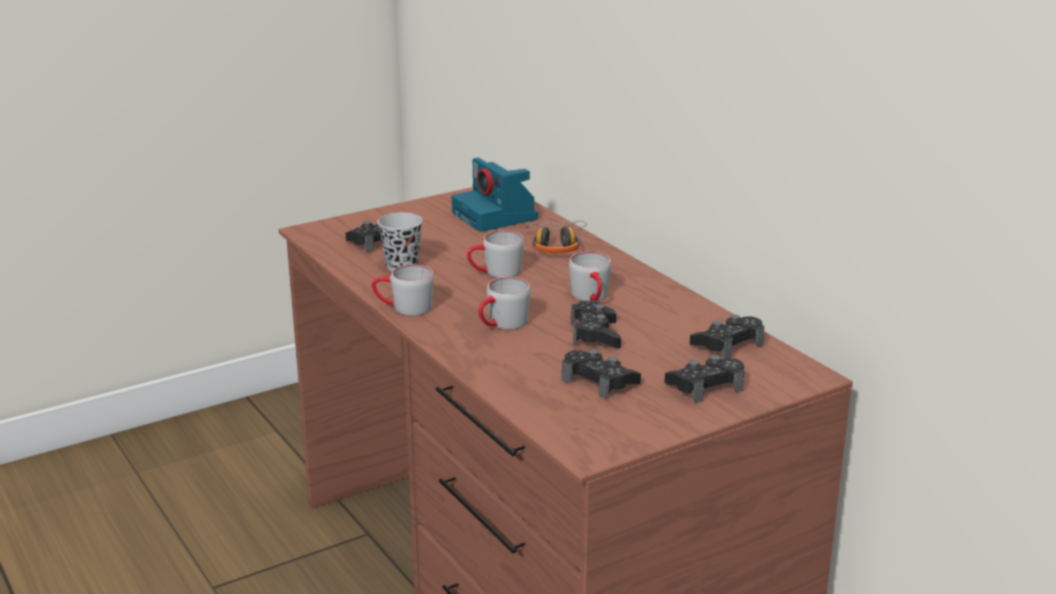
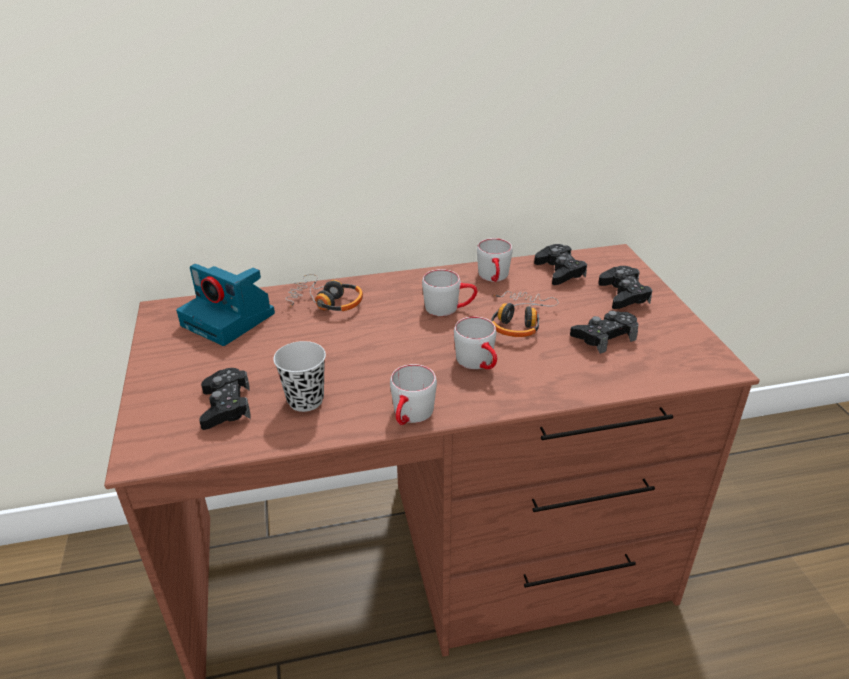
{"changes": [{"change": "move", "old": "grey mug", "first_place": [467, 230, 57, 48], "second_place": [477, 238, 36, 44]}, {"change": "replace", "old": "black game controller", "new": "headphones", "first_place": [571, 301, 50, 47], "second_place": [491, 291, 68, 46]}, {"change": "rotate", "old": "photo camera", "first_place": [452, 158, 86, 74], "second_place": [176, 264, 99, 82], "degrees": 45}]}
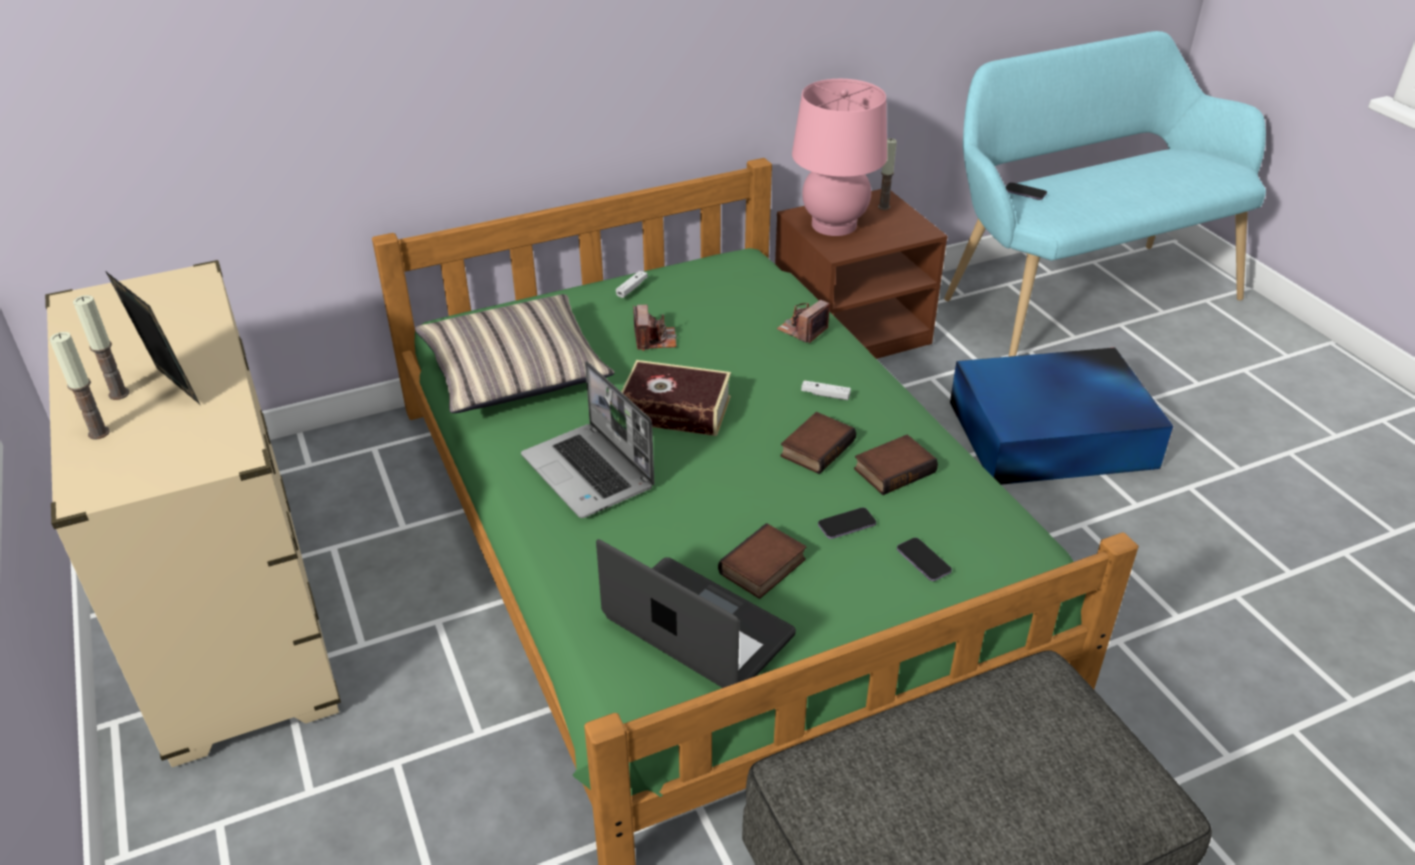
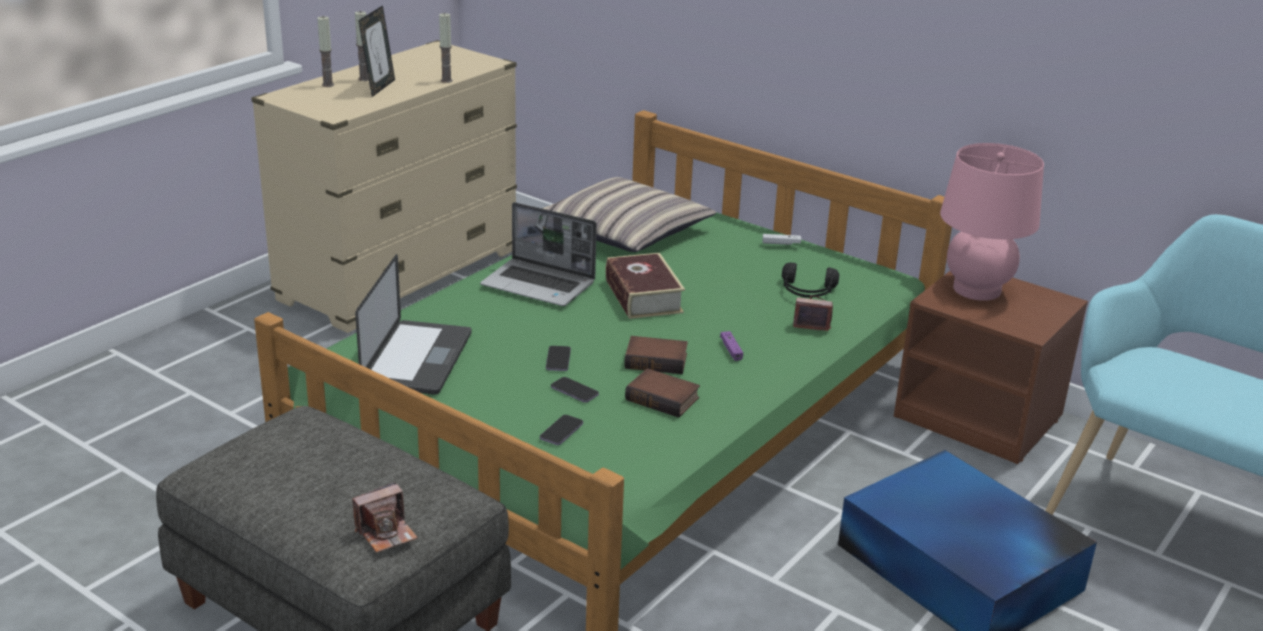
{"changes": [{"change": "delete", "old": "book", "first_place": [718, 523, 88, 76]}, {"change": "insert", "new": "black headphones", "second_place": [782, 263, 57, 35]}, {"change": "move", "old": "photo camera", "first_place": [633, 305, 44, 46], "second_place": [352, 482, 66, 71]}, {"change": "move", "old": "candle", "first_place": [878, 138, 19, 72], "second_place": [439, 13, 14, 70]}, {"change": "move", "old": "phone", "first_place": [1006, 182, 41, 18], "second_place": [546, 346, 25, 25]}, {"change": "recolor", "old": "white game controller", "new": "purple game controller", "first_place": [801, 380, 50, 20], "second_place": [720, 331, 23, 30]}, {"change": "rotate", "old": "laptop", "first_place": [521, 361, 134, 157], "second_place": [480, 202, 117, 104], "degrees": -90}]}
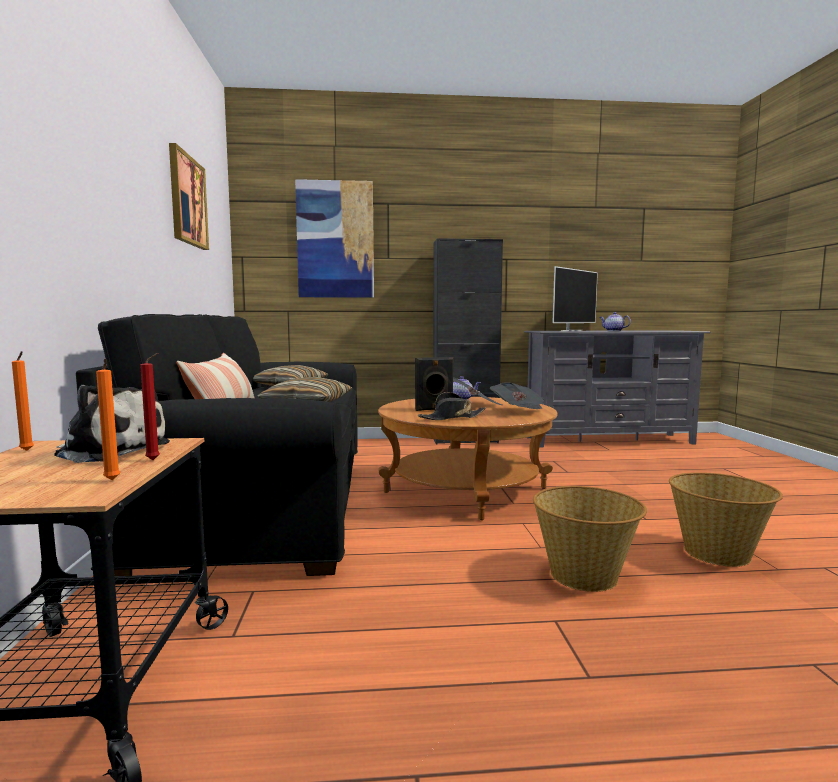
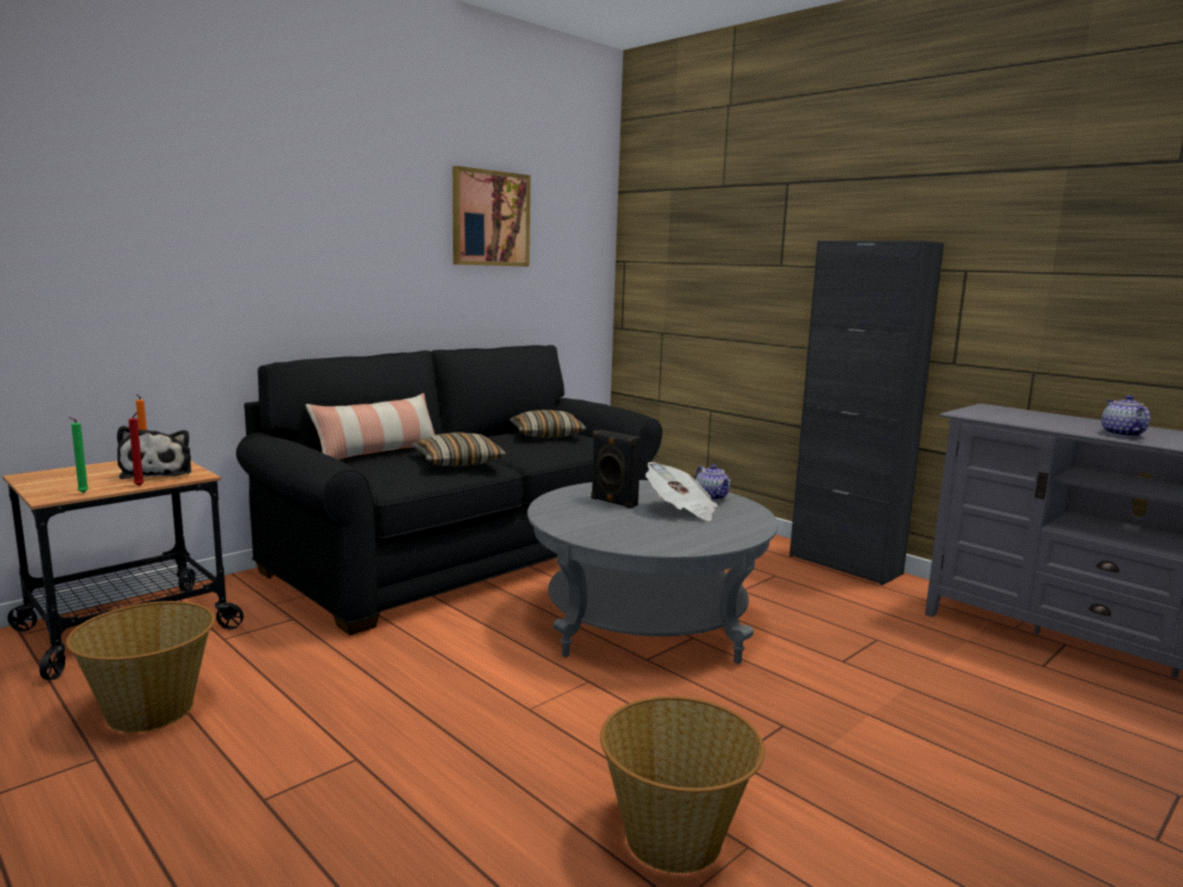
{"changes": [{"change": "delete", "old": "picture", "first_place": [295, 179, 79, 119]}, {"change": "delete", "old": "black hat", "first_place": [418, 392, 68, 28]}, {"change": "delete", "old": "newspaper", "first_place": [490, 383, 54, 26]}, {"change": "delete", "old": "television", "first_place": [552, 266, 46, 65]}, {"change": "move", "old": "basket", "first_place": [533, 486, 114, 106], "second_place": [66, 601, 149, 132]}, {"change": "recolor", "old": "orange candle", "new": "green candle", "first_place": [96, 359, 25, 121], "second_place": [68, 417, 21, 76]}, {"change": "recolor", "old": "brown coffee table", "new": "grey coffee table", "first_place": [378, 397, 180, 123], "second_place": [527, 480, 251, 184]}]}
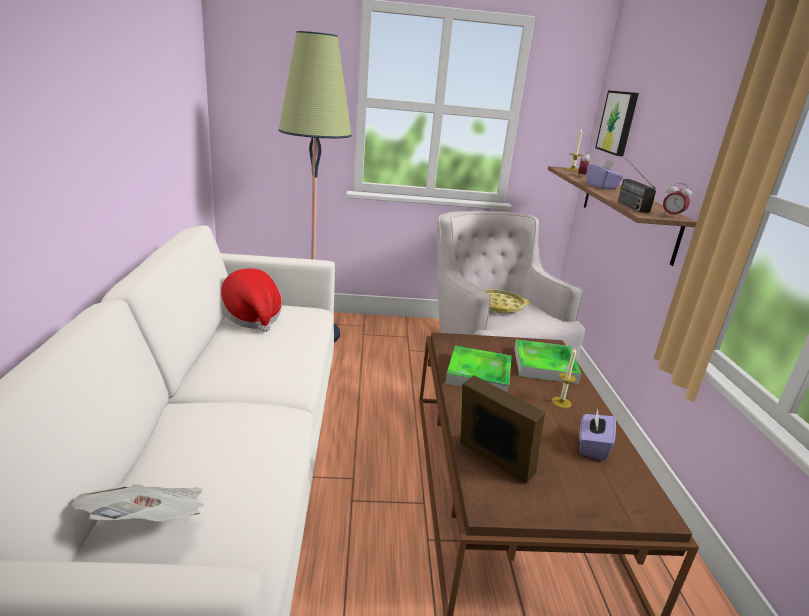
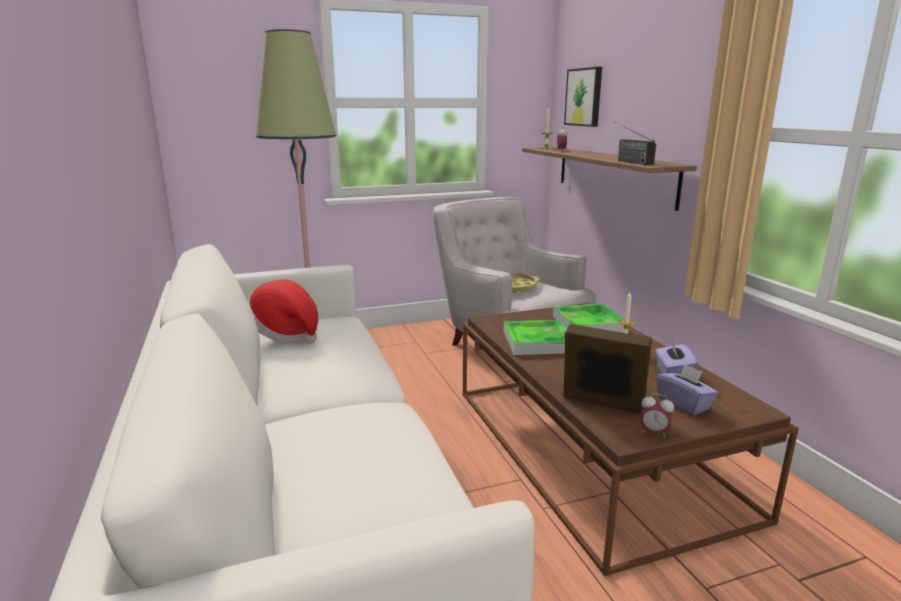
{"changes": [{"change": "delete", "old": "newspaper", "first_place": [72, 484, 132, 37]}, {"change": "move", "old": "purple tissue box", "first_place": [587, 159, 36, 30], "second_place": [657, 363, 61, 53]}, {"change": "move", "old": "alarm clock", "first_place": [662, 183, 30, 36], "second_place": [640, 393, 34, 45]}]}
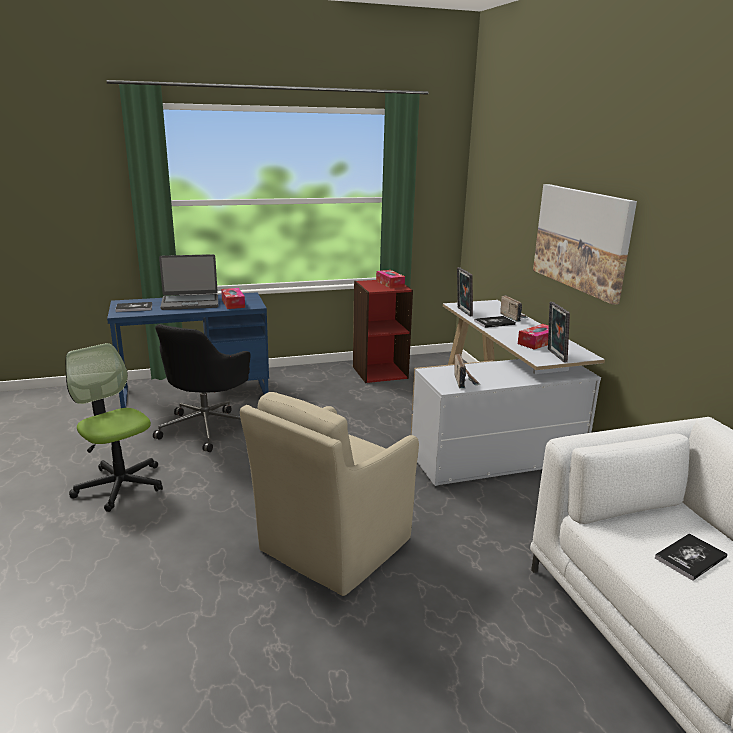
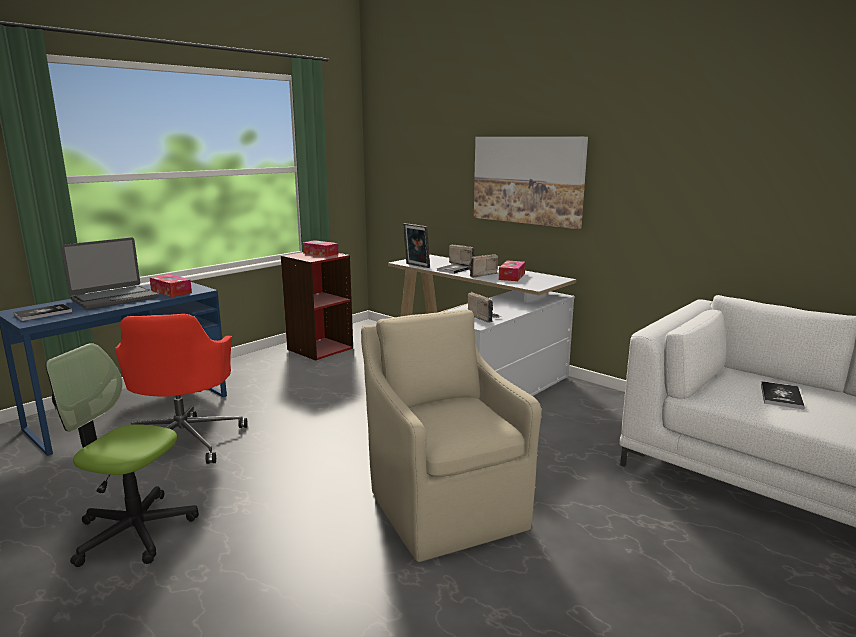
{"changes": [{"change": "delete", "old": "picture frame", "first_place": [548, 302, 22, 61]}, {"change": "insert", "new": "radio", "second_place": [469, 254, 29, 23]}, {"change": "recolor", "old": "black office chair", "new": "red office chair", "first_place": [153, 324, 97, 128], "second_place": [115, 314, 133, 150]}, {"change": "rotate", "old": "beige armchair", "first_place": [240, 392, 179, 204], "second_place": [361, 309, 180, 253], "degrees": 150}]}
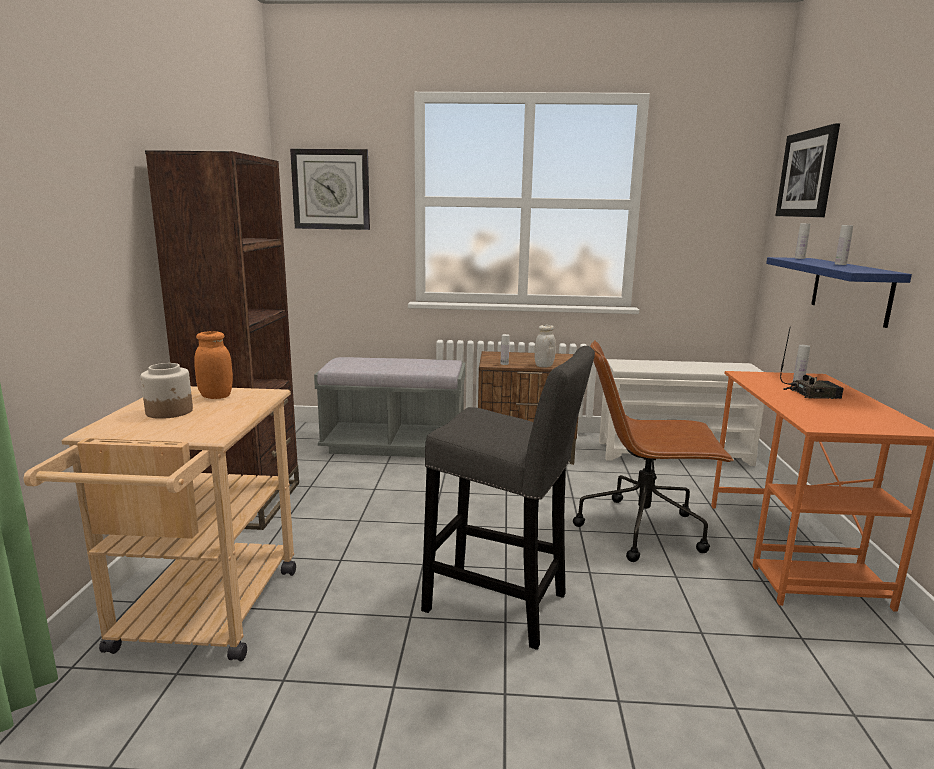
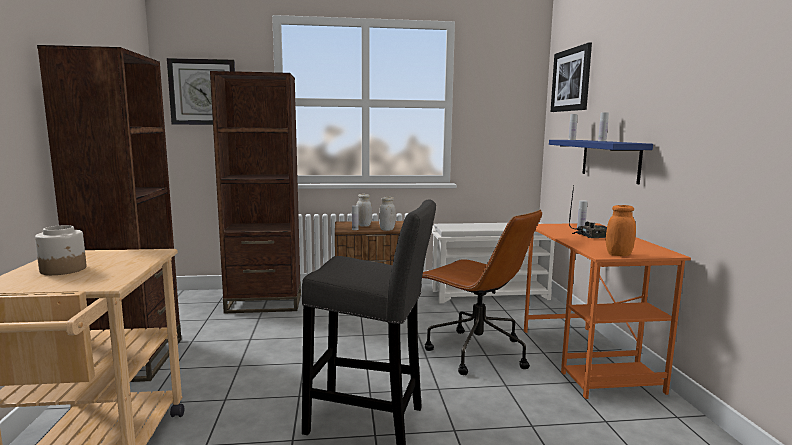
{"changes": [{"change": "insert", "new": "white jar", "second_place": [356, 194, 16, 33]}, {"change": "move", "old": "orange jar", "first_place": [194, 331, 39, 68], "second_place": [606, 205, 30, 51]}, {"change": "replace", "old": "grey bench", "new": "brown bookcase", "first_place": [314, 357, 152, 100], "second_place": [210, 71, 91, 242]}, {"change": "rotate", "old": "brown office chair", "first_place": [573, 340, 161, 222], "second_place": [422, 209, 120, 166], "degrees": -135}]}
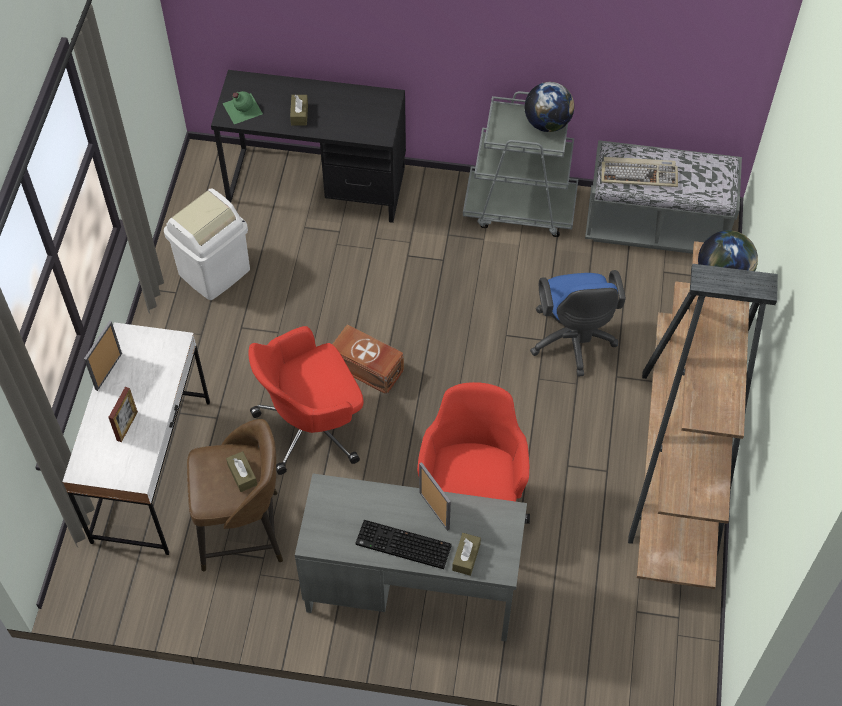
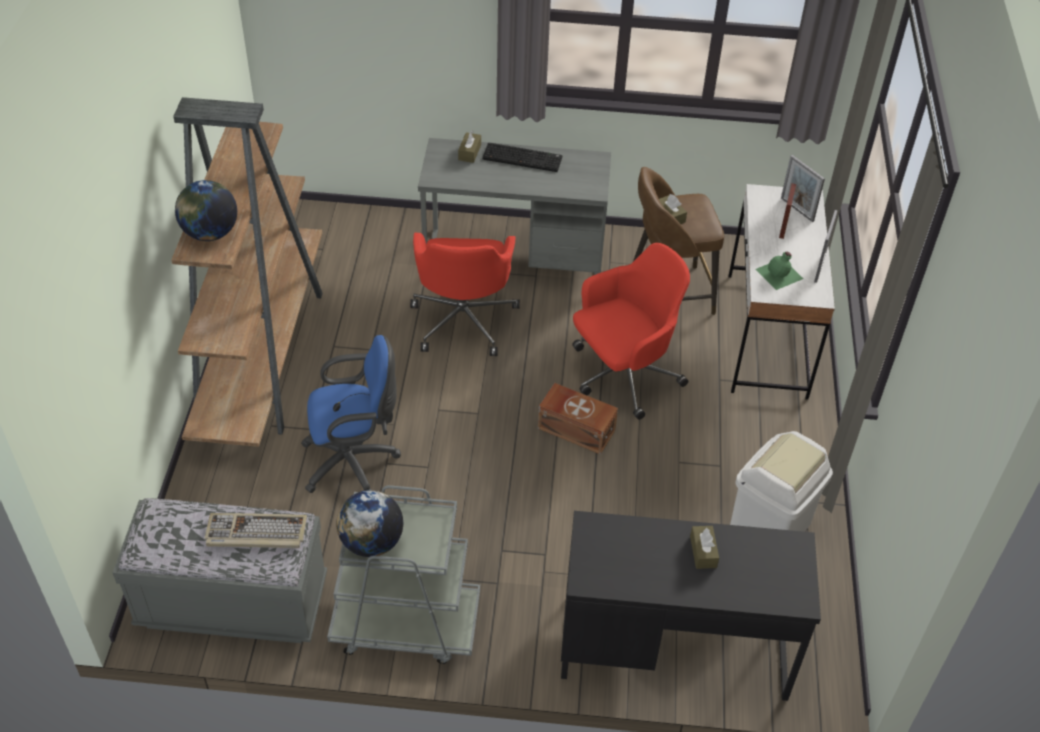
{"changes": [{"change": "move", "old": "green bottle", "first_place": [222, 91, 41, 33], "second_place": [756, 252, 47, 38]}, {"change": "move", "old": "picture frame", "first_place": [419, 462, 32, 69], "second_place": [781, 155, 44, 67]}, {"change": "rotate", "old": "blue office chair", "first_place": [530, 270, 96, 107], "second_place": [301, 335, 100, 158], "degrees": 90}]}
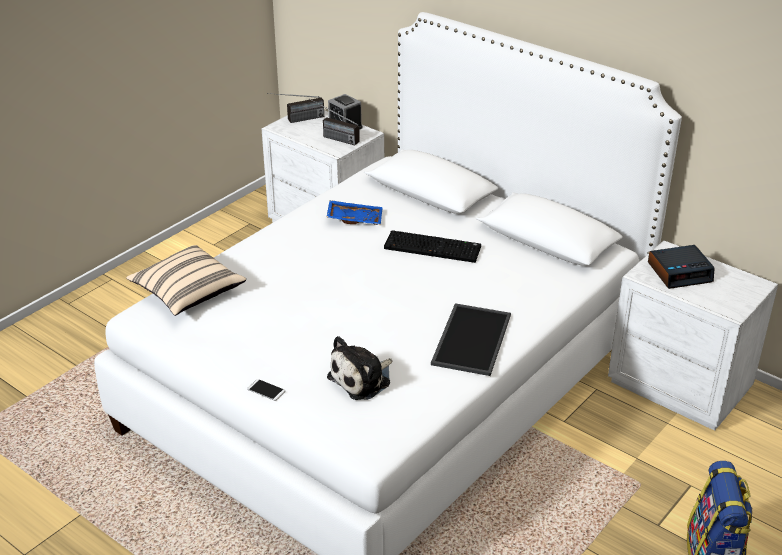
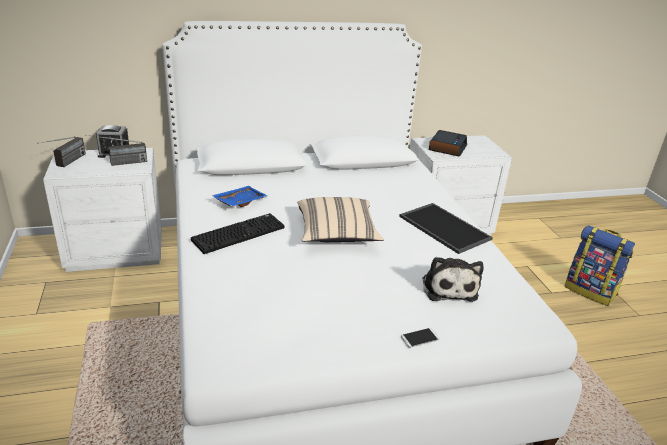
{"changes": [{"change": "move", "old": "beige pillow", "first_place": [126, 245, 120, 71], "second_place": [297, 197, 87, 45]}, {"change": "move", "old": "keyboard", "first_place": [384, 230, 97, 33], "second_place": [191, 213, 93, 41]}]}
